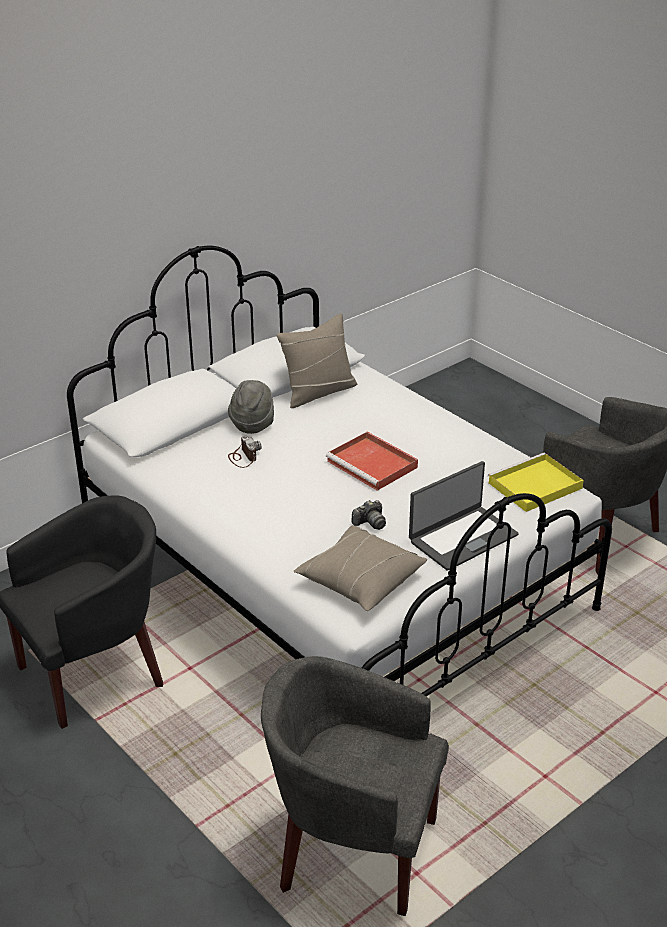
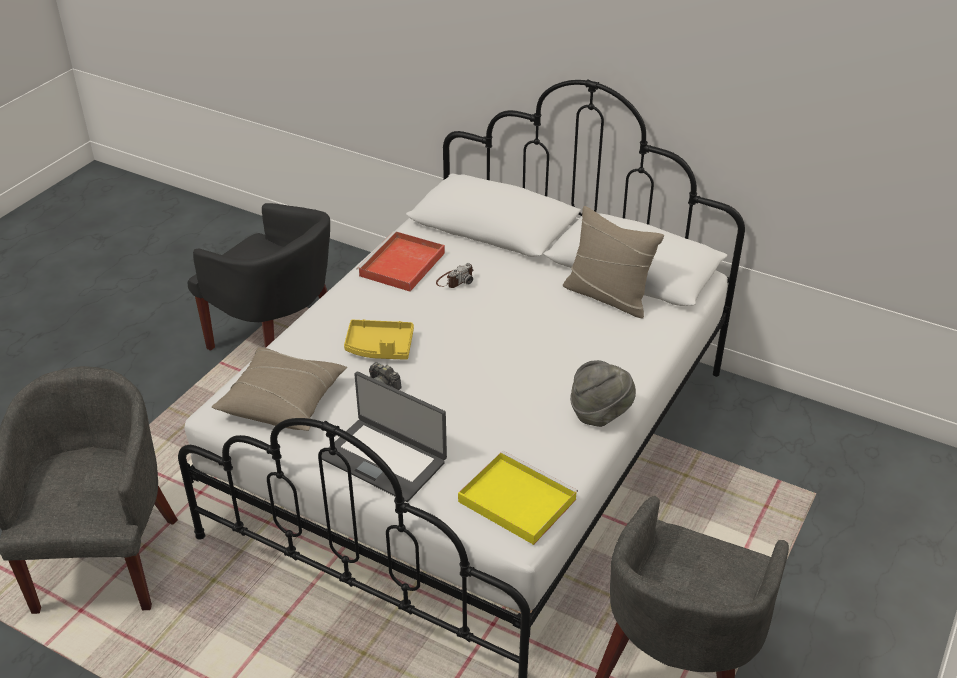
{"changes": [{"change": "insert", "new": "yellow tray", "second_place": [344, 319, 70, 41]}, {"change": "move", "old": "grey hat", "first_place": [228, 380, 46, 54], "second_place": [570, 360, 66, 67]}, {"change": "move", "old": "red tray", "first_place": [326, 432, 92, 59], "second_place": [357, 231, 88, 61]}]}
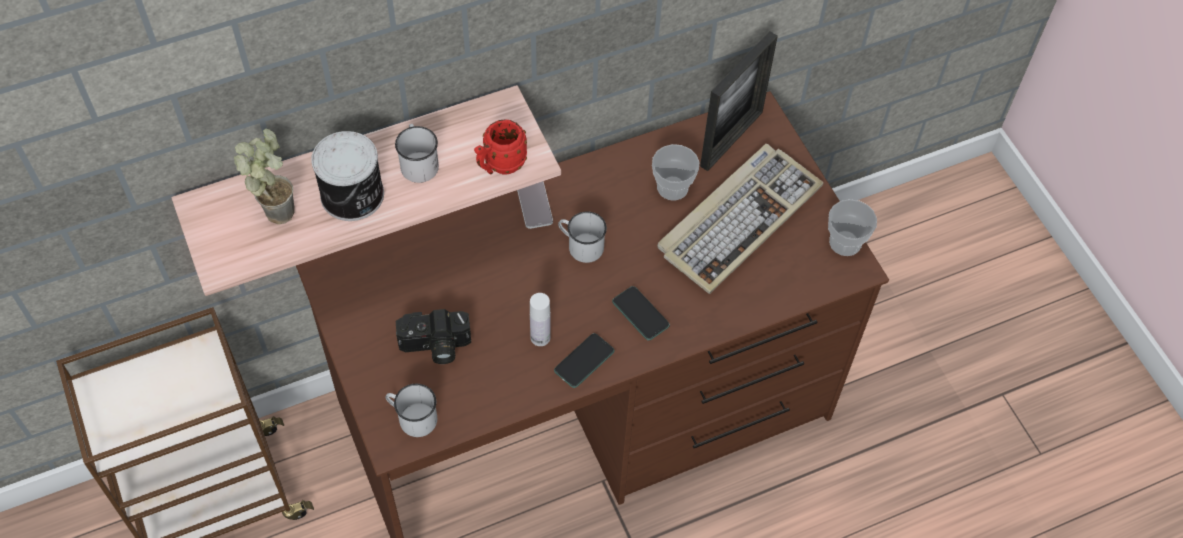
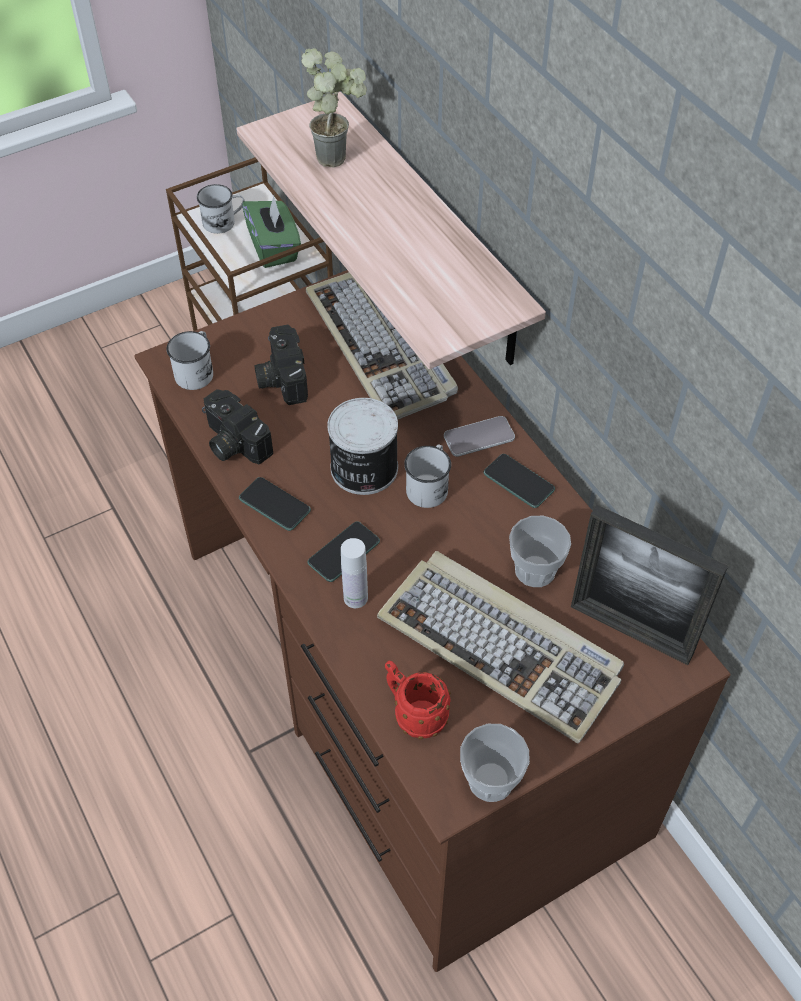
{"changes": [{"change": "insert", "new": "photo camera", "second_place": [202, 389, 71, 76]}, {"change": "insert", "new": "green tissue box", "second_place": [242, 196, 59, 72]}, {"change": "insert", "new": "keyboard", "second_place": [306, 272, 152, 147]}, {"change": "insert", "new": "phone", "second_place": [484, 454, 71, 54]}, {"change": "move", "old": "can", "first_place": [311, 131, 73, 90], "second_place": [327, 398, 71, 97]}, {"change": "move", "old": "white mug", "first_place": [395, 124, 44, 59], "second_place": [197, 184, 48, 50]}, {"change": "move", "old": "red mug", "first_place": [474, 120, 53, 54], "second_place": [385, 661, 66, 78]}, {"change": "move", "old": "white bottle", "first_place": [530, 293, 20, 53], "second_place": [341, 538, 27, 70]}]}
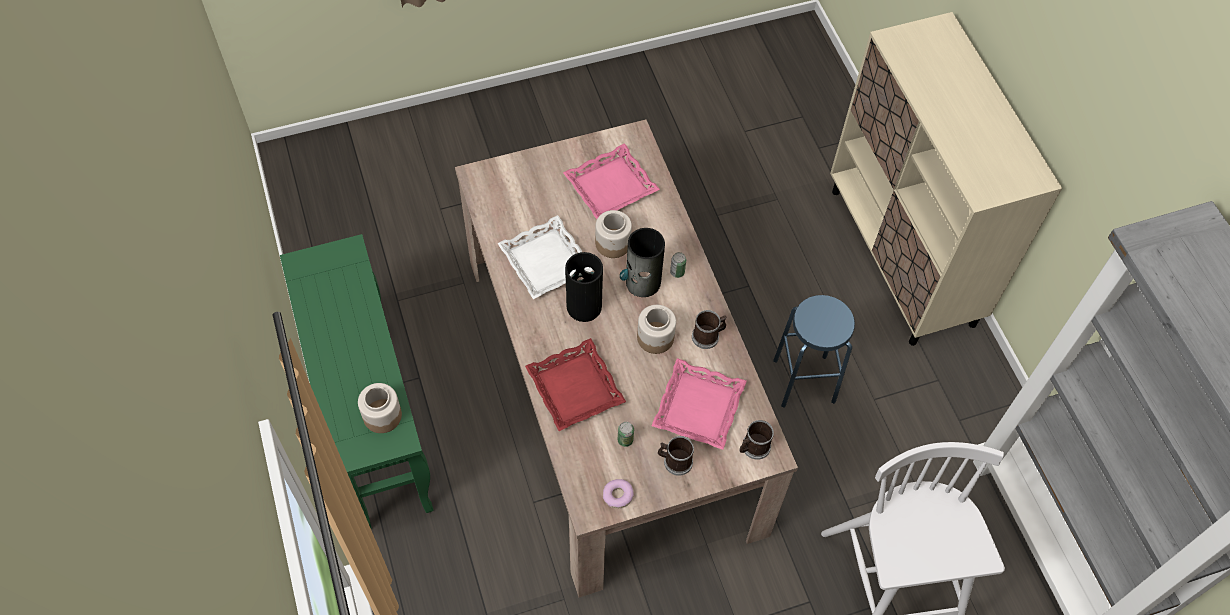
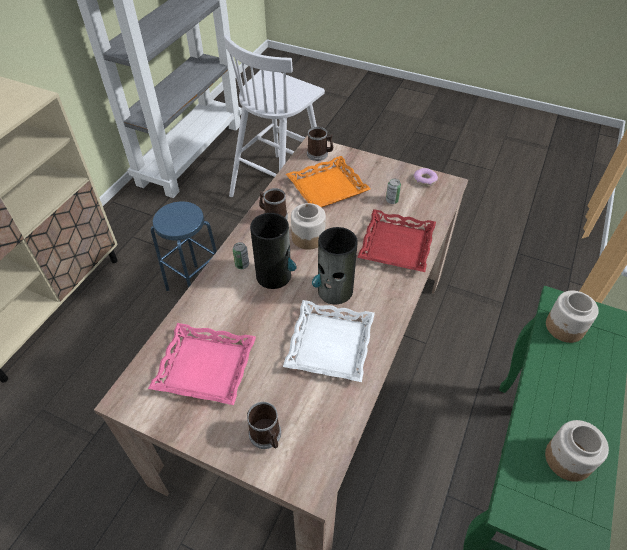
{"changes": [{"change": "move", "old": "jar", "first_place": [595, 210, 37, 48], "second_place": [545, 420, 64, 62]}, {"change": "move", "old": "mug", "first_place": [658, 436, 36, 40], "second_place": [247, 402, 34, 47]}, {"change": "recolor", "old": "pink tray", "new": "orange tray", "first_place": [652, 358, 95, 92], "second_place": [286, 156, 85, 52]}]}
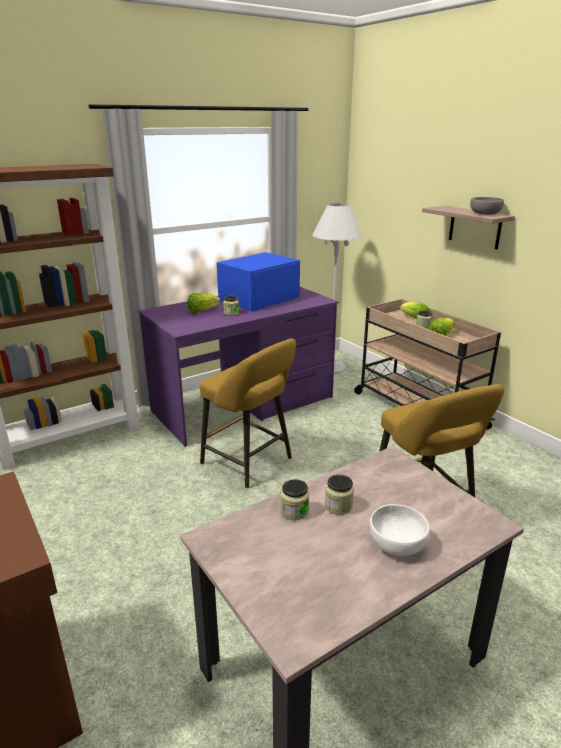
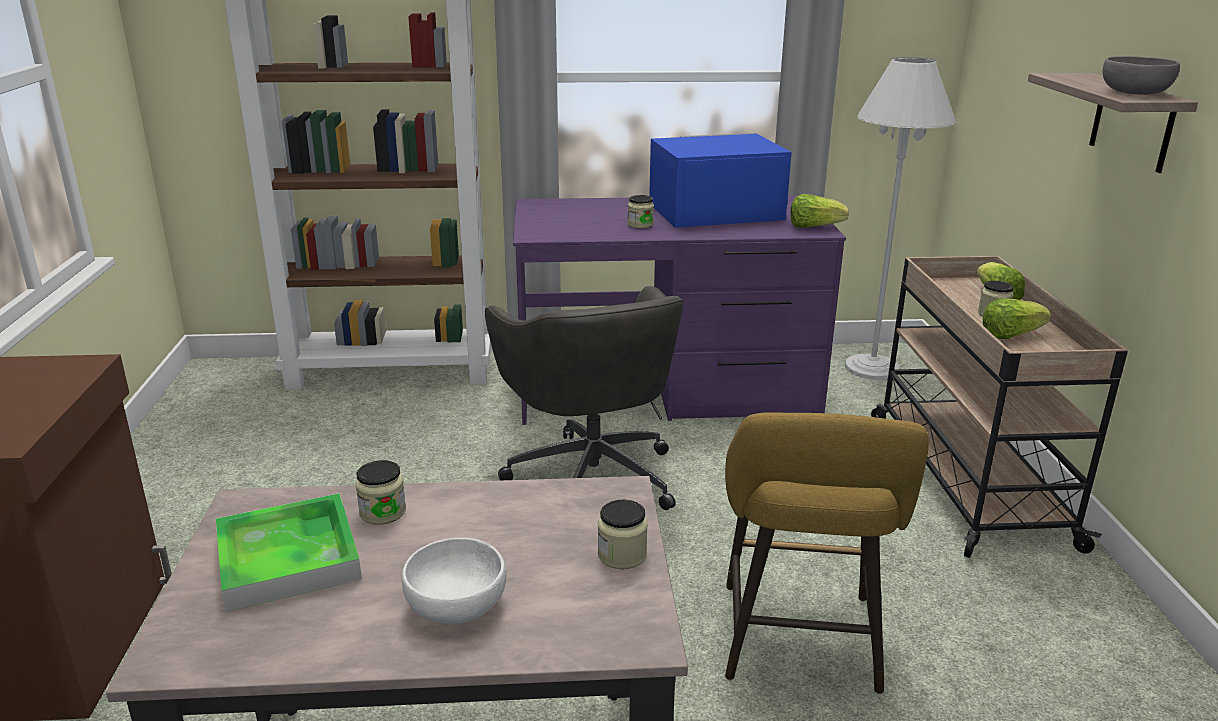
{"changes": [{"change": "insert", "new": "tray", "second_place": [216, 493, 146, 119]}, {"change": "move", "old": "lettuce", "first_place": [187, 293, 33, 20], "second_place": [791, 194, 58, 34]}, {"change": "move", "old": "jar", "first_place": [325, 475, 29, 40], "second_place": [598, 500, 50, 69]}, {"change": "replace", "old": "yellow stool", "new": "grey office chair", "first_place": [200, 339, 96, 149], "second_place": [485, 286, 199, 224]}]}
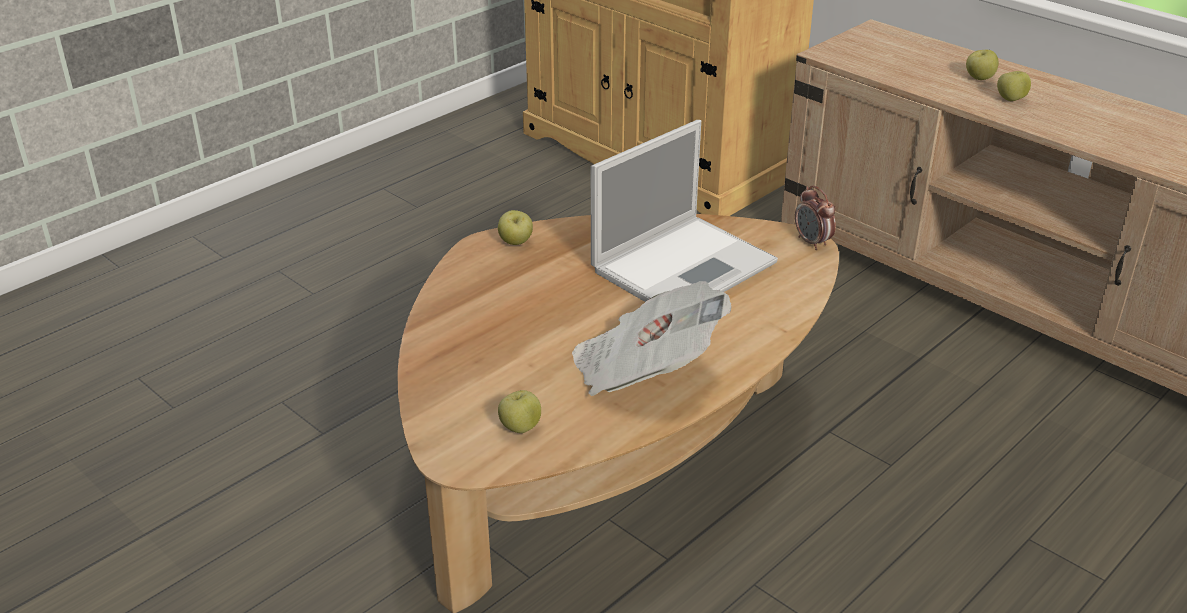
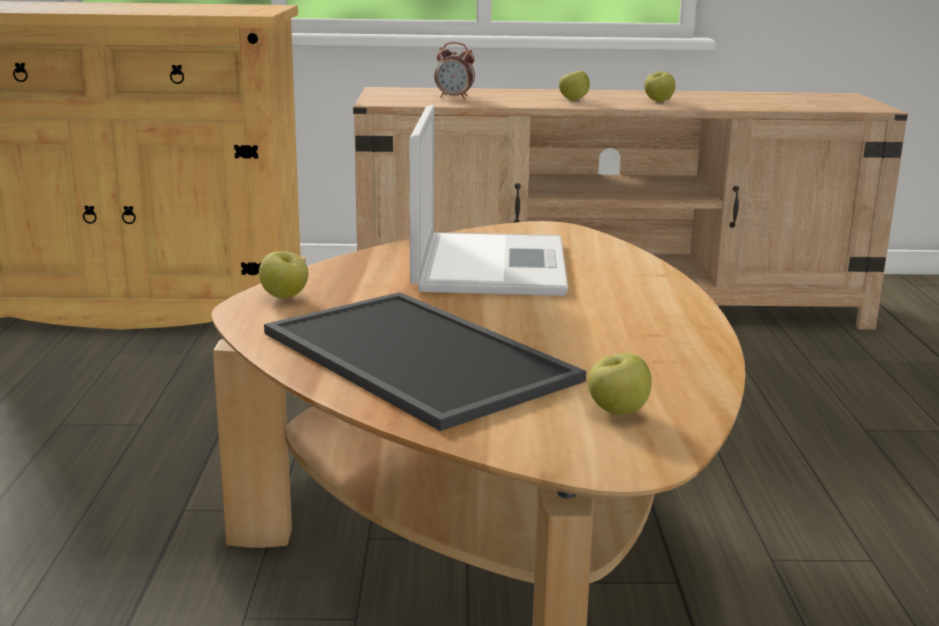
{"changes": [{"change": "delete", "old": "newspaper", "first_place": [572, 281, 159, 115]}, {"change": "insert", "new": "tray", "second_place": [264, 292, 322, 139]}, {"change": "move", "old": "alarm clock", "first_place": [795, 185, 41, 65], "second_place": [435, 42, 40, 57]}, {"change": "move", "old": "apple", "first_place": [966, 50, 33, 30], "second_place": [644, 71, 32, 31]}]}
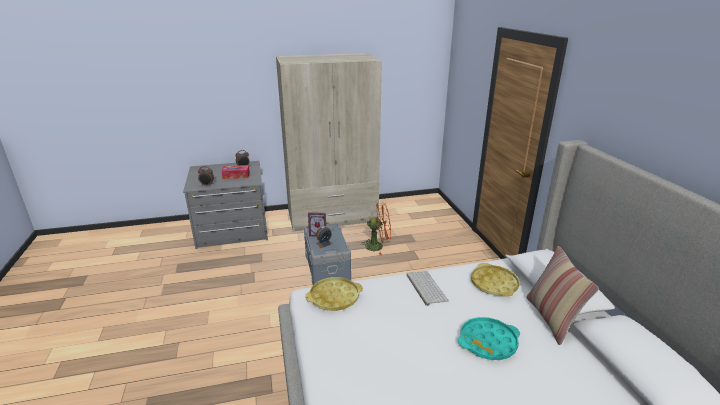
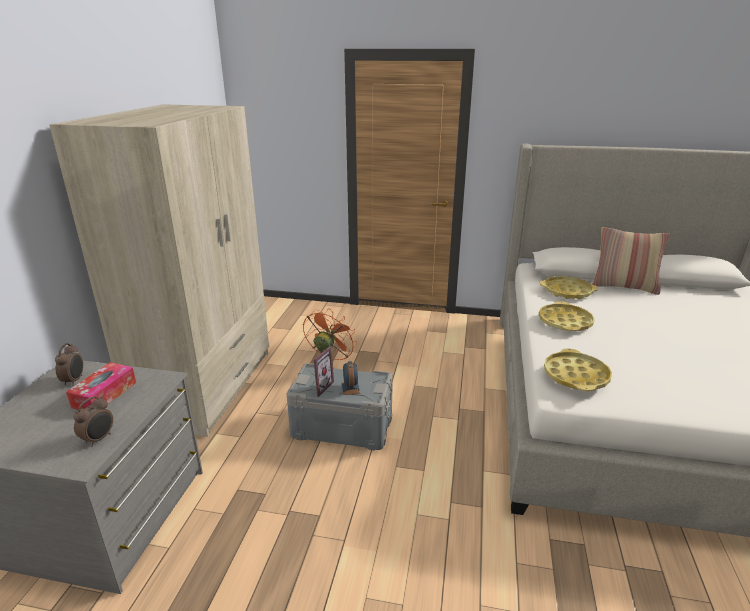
{"changes": [{"change": "delete", "old": "turquoise tray", "first_place": [458, 317, 62, 43]}, {"change": "replace", "old": "keyboard", "new": "yellow tray", "first_place": [406, 271, 43, 35], "second_place": [539, 301, 56, 30]}]}
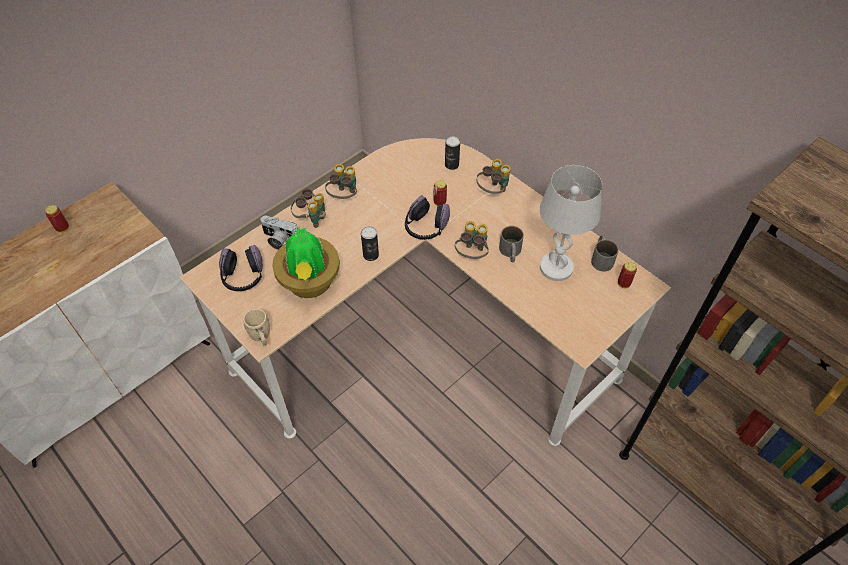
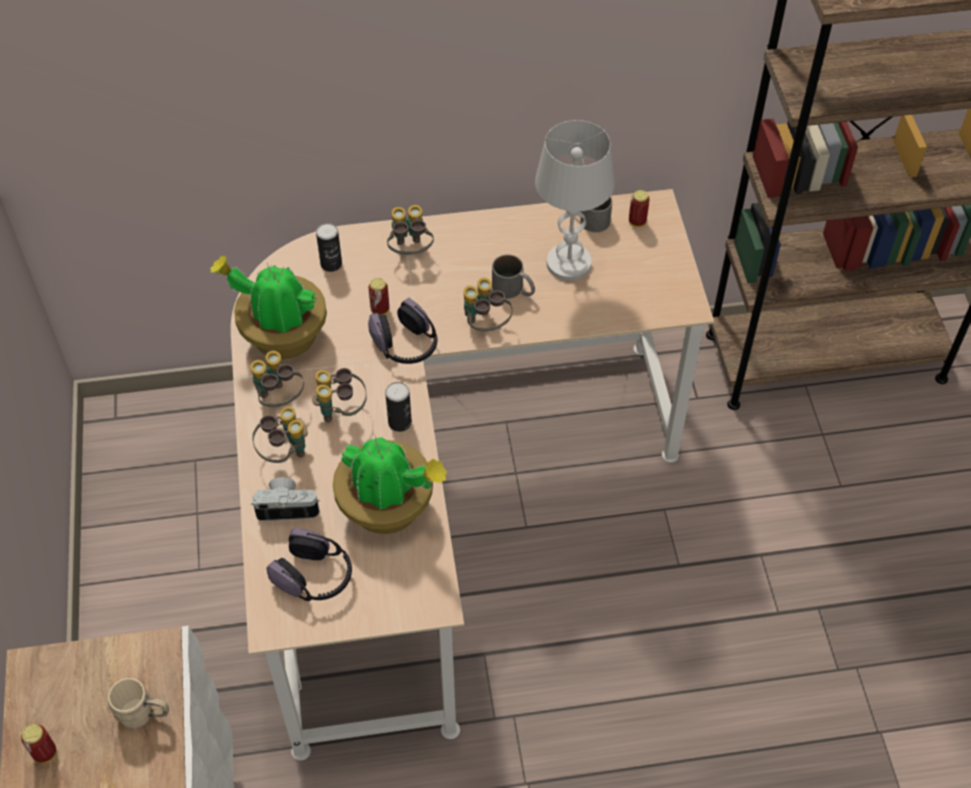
{"changes": [{"change": "insert", "new": "potted plant", "second_place": [210, 256, 117, 103]}, {"change": "insert", "new": "binoculars", "second_place": [312, 368, 55, 55]}, {"change": "move", "old": "beige mug", "first_place": [243, 309, 27, 37], "second_place": [108, 678, 61, 50]}, {"change": "rotate", "old": "photo camera", "first_place": [260, 216, 38, 34], "second_place": [251, 477, 69, 44], "degrees": -150}]}
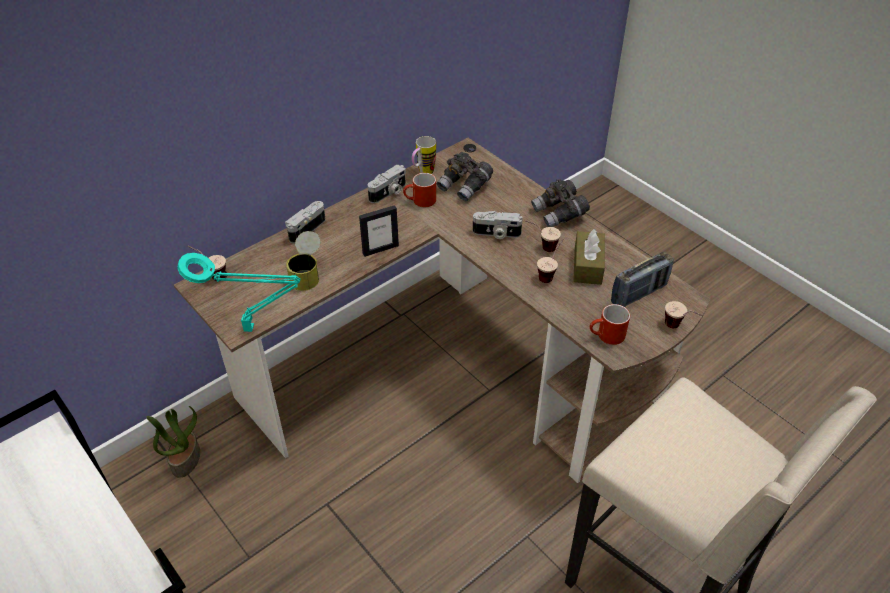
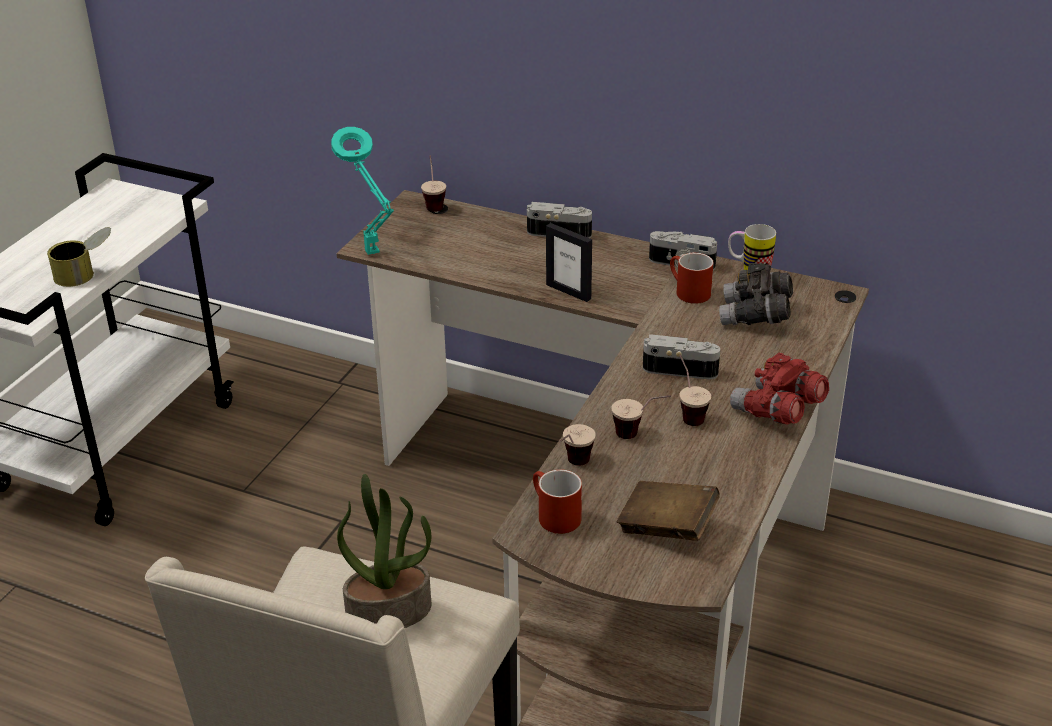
{"changes": [{"change": "delete", "old": "brown tissue box", "first_place": [573, 229, 32, 56]}, {"change": "move", "old": "potted plant", "first_place": [147, 406, 53, 72], "second_place": [337, 474, 95, 154]}, {"change": "move", "old": "can", "first_place": [286, 231, 35, 60], "second_place": [47, 227, 64, 60]}, {"change": "move", "old": "cup", "first_place": [665, 301, 37, 27], "second_place": [559, 424, 37, 42]}, {"change": "replace", "old": "radio", "new": "brown book", "first_place": [611, 252, 63, 55], "second_place": [617, 481, 103, 60]}, {"change": "recolor", "old": "grey binoculars", "new": "red binoculars", "first_place": [531, 179, 59, 48], "second_place": [730, 353, 99, 72]}, {"change": "rotate", "old": "photo camera", "first_place": [473, 211, 50, 28], "second_place": [643, 334, 77, 45], "degrees": 120}]}
